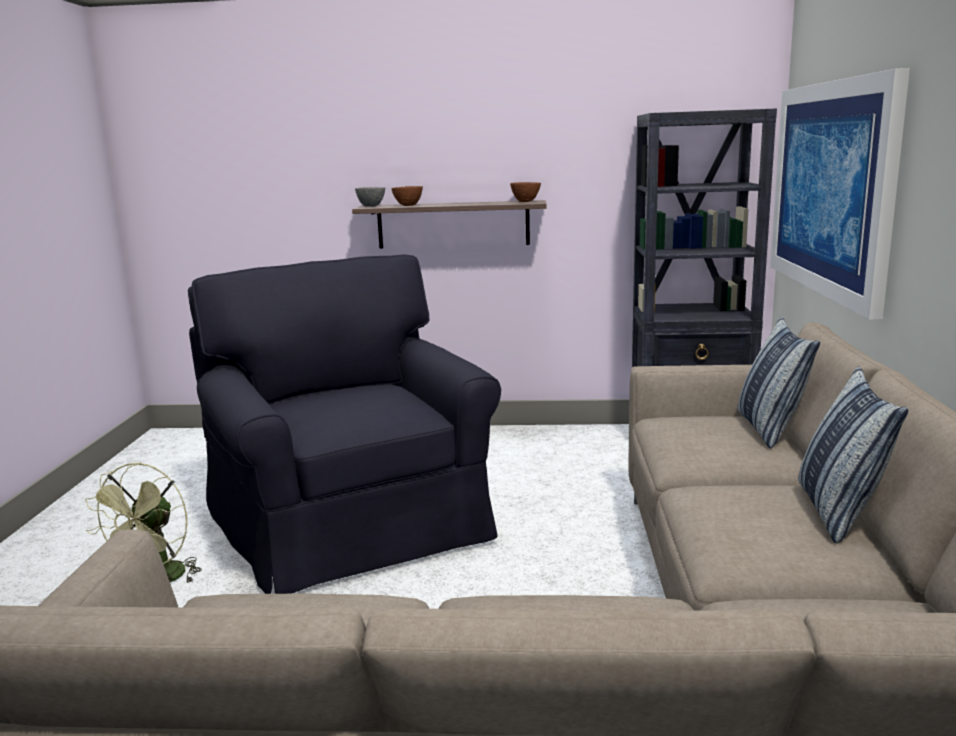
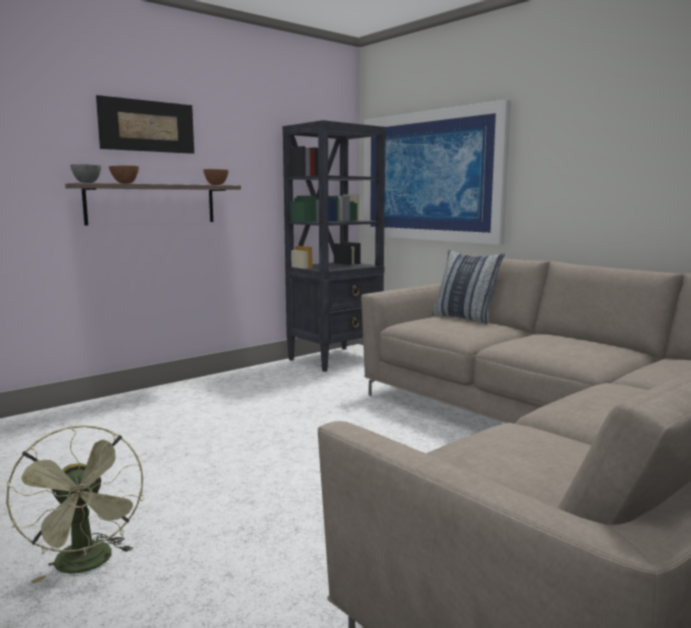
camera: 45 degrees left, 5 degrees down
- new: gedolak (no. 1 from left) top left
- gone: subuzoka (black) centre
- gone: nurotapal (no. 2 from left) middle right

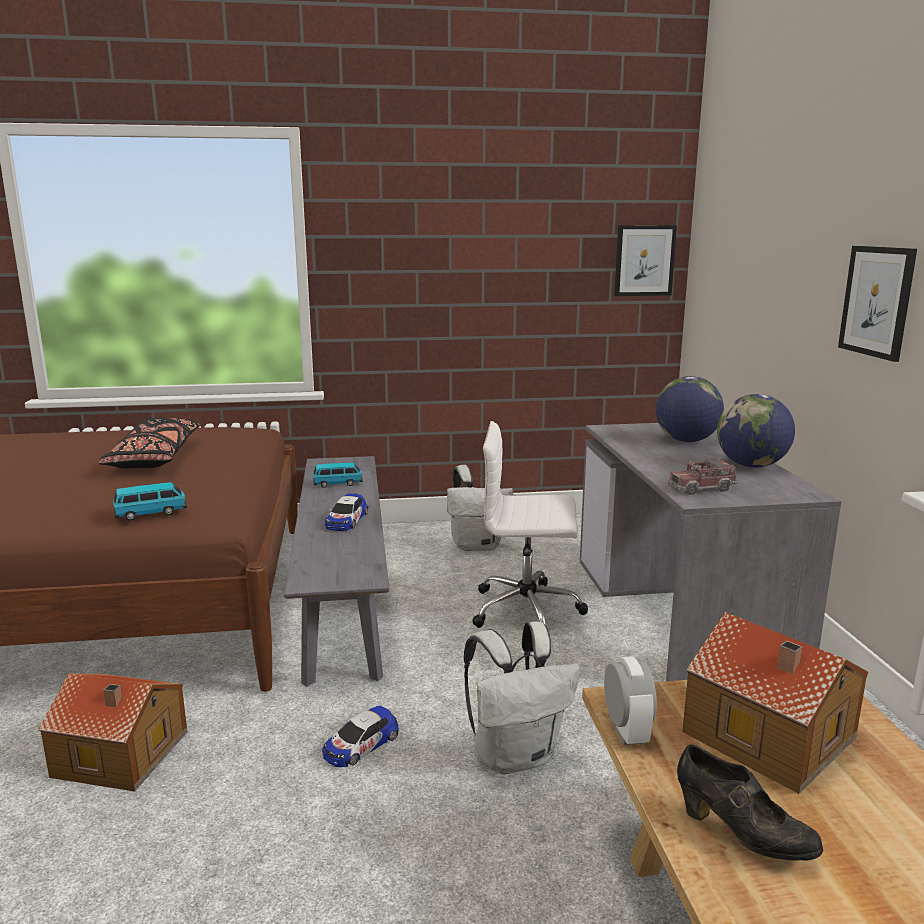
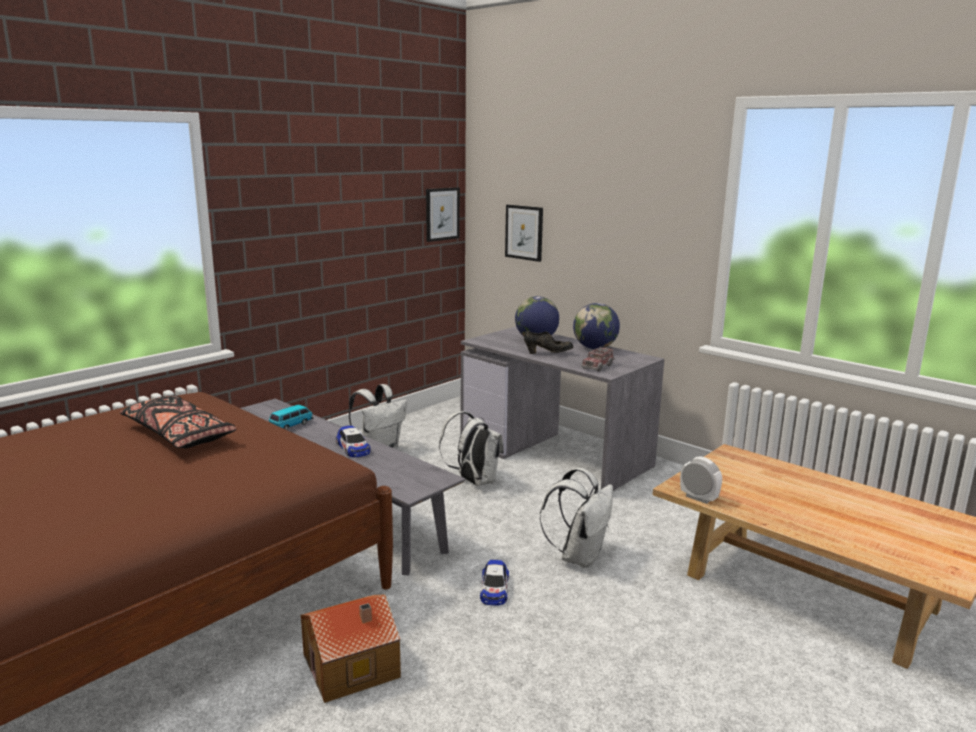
camera: 40 degrees left, 0 degrees up
- swapped: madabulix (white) centre to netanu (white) (no. 2 from left) centre
- shifted: gedolak (no. 2 from left) top right to top centre
- shifted: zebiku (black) bottom right to centre
- gone: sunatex (no. 1 from left) middle left
- gone: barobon (no. 2 from left) bottom right

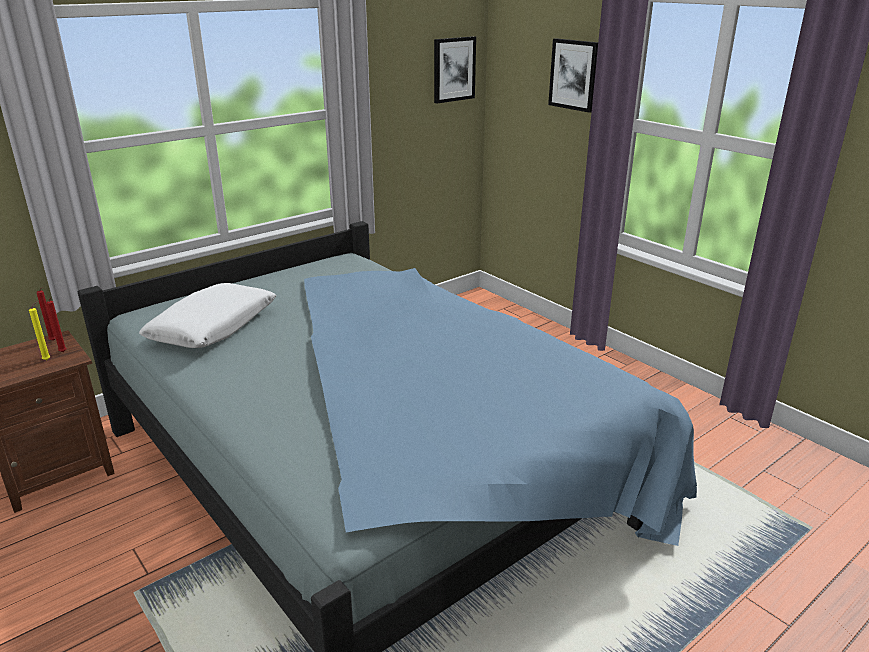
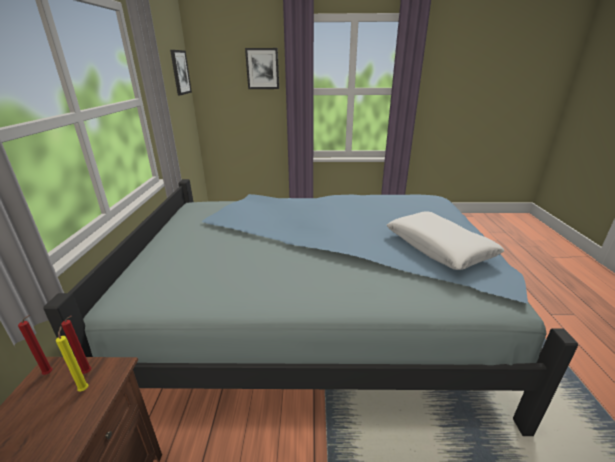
camera: 50 degrees left, 0 degrees up
- shifted: nurotapal (white) middle left to middle right

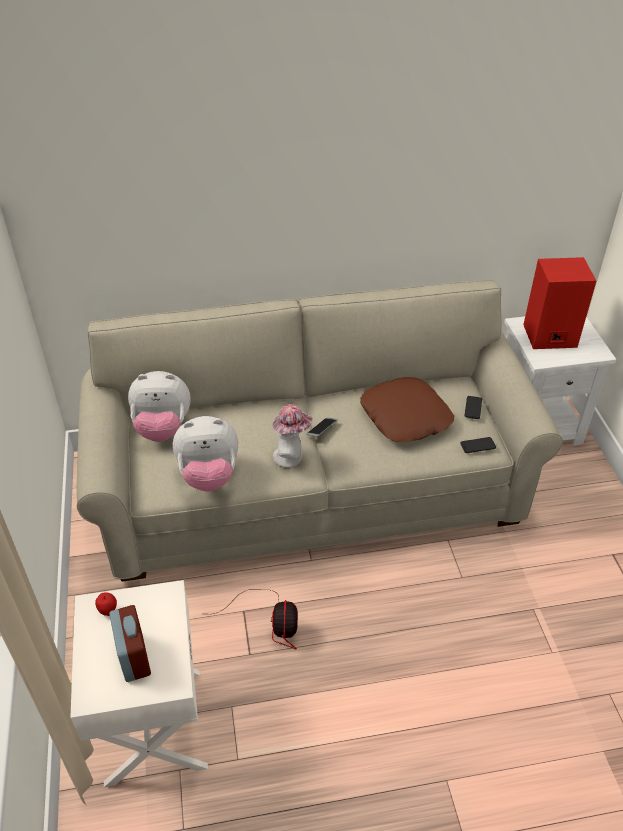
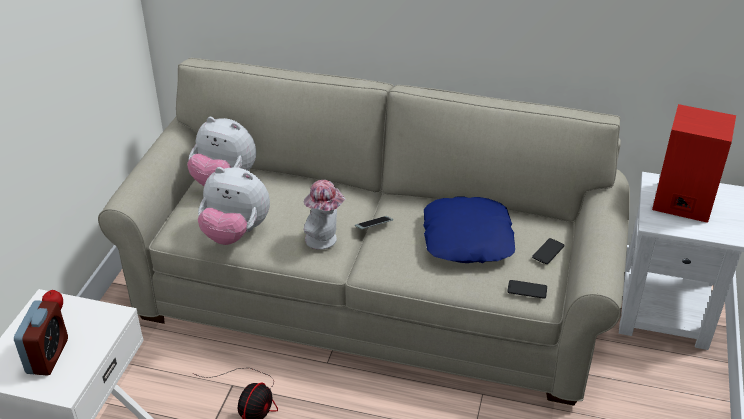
camera: 25 degrees right, 5 degrees down
- repainted: nurotapal (brown) centre to nurotapal (blue) centre

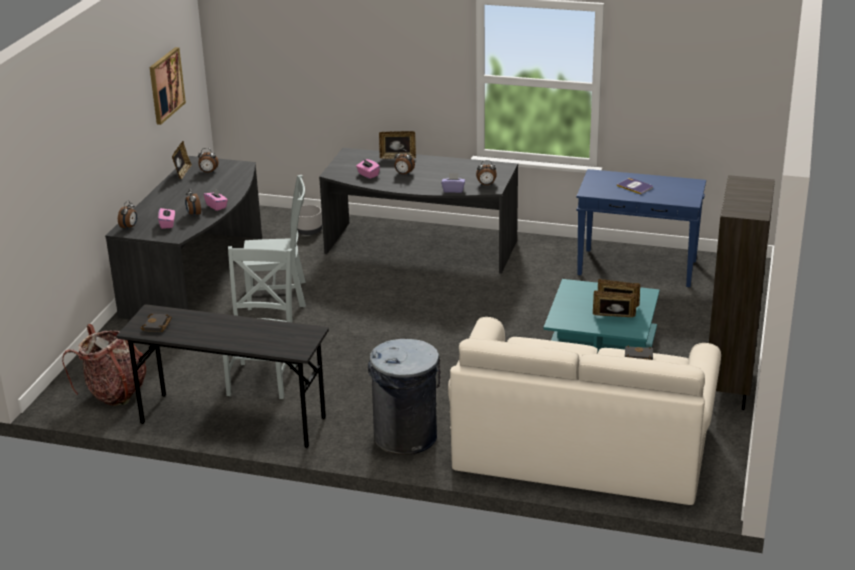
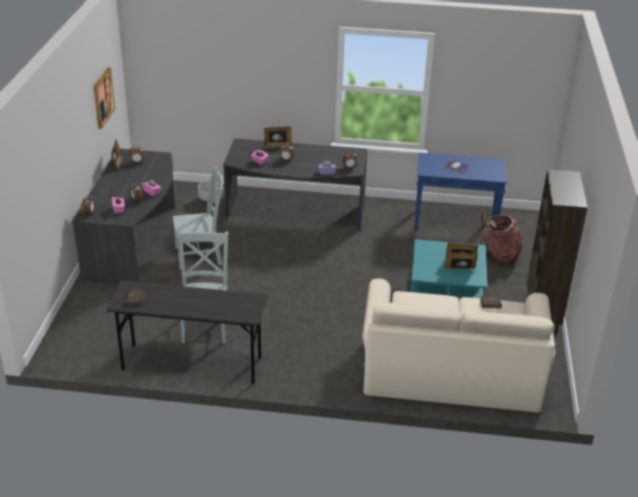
camera: 10 degrees left, 5 degrees up
- shifted: netanu middle left to middle right
- gone: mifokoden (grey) bottom centre

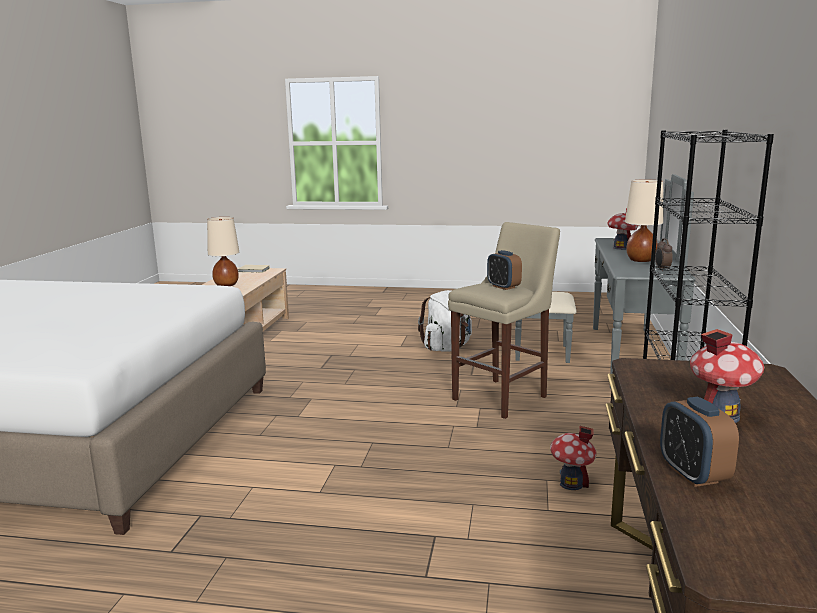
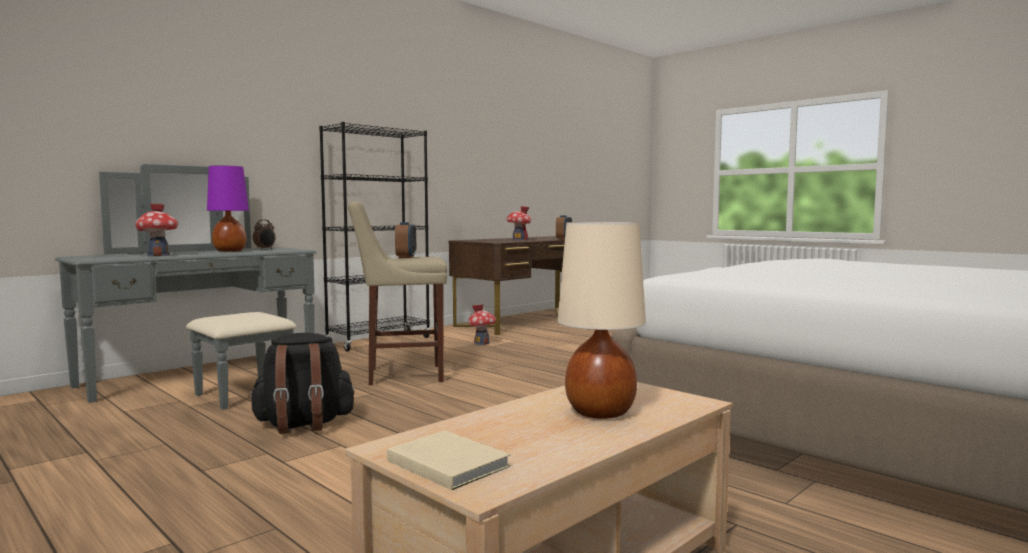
camera: 145 degrees left, 10 degrees down
- repainted: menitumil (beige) (no. 2 from left) middle right to menitumil (purple) middle left
- repainted: netanu (white) centre to netanu (black) bottom left

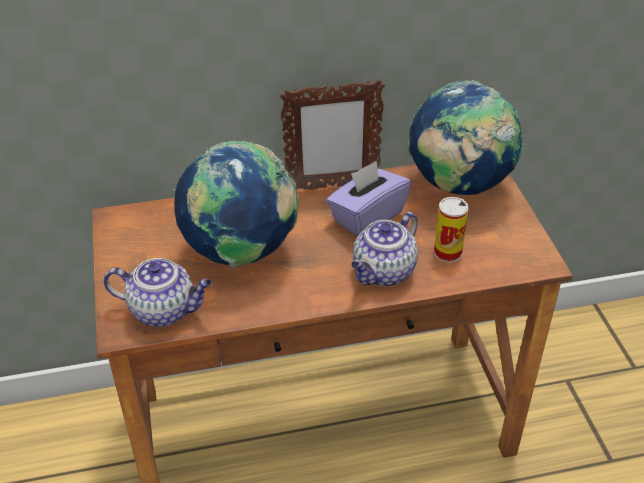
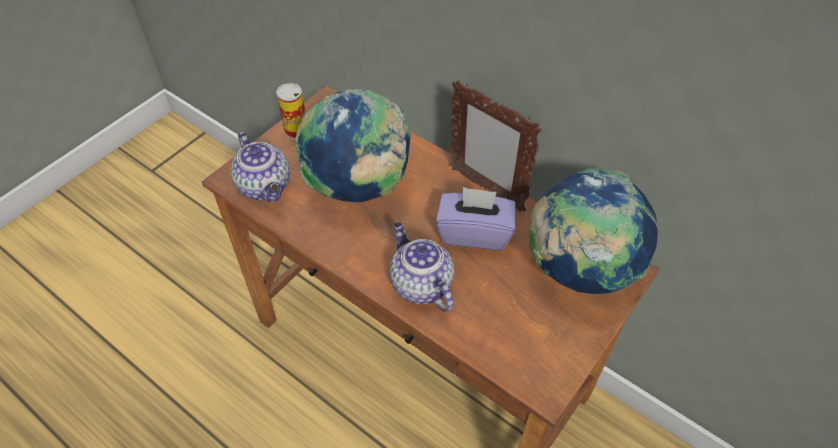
camera: 50 degrees right, 10 degrees up
- shifted: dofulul middle right to top centre
- rotated: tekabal (no. 2 from left) centre = centre 60 degrees clockwise

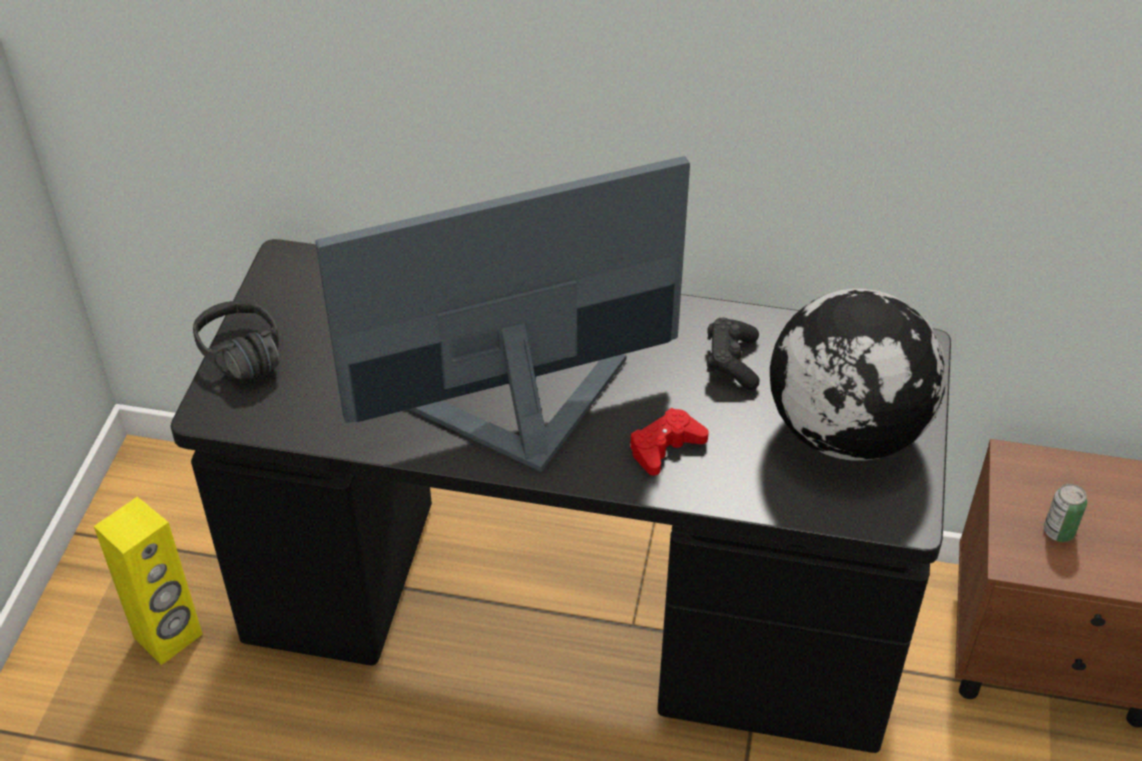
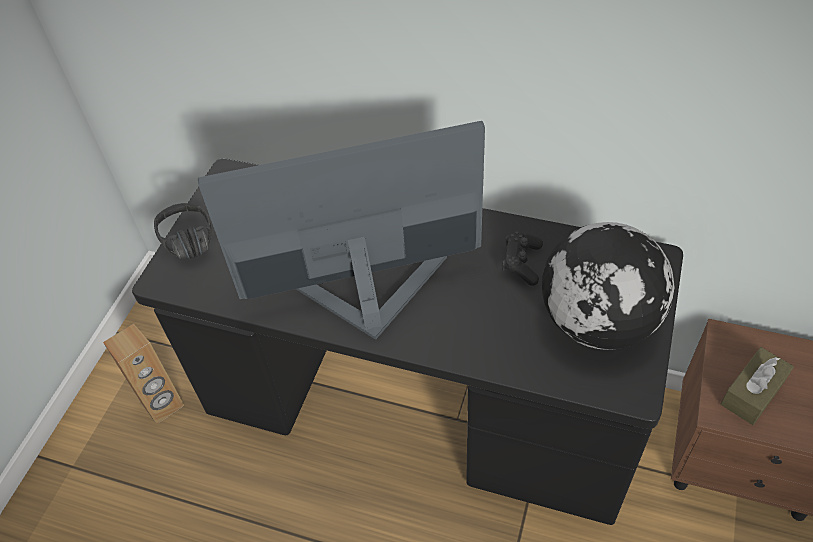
camera: 10 degrees right, 5 degrees up
- repainted: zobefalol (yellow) bottom left to zobefalol (brown) bottom left
- swapped: dofulul bottom right to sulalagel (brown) bottom right
- gone: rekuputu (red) centre

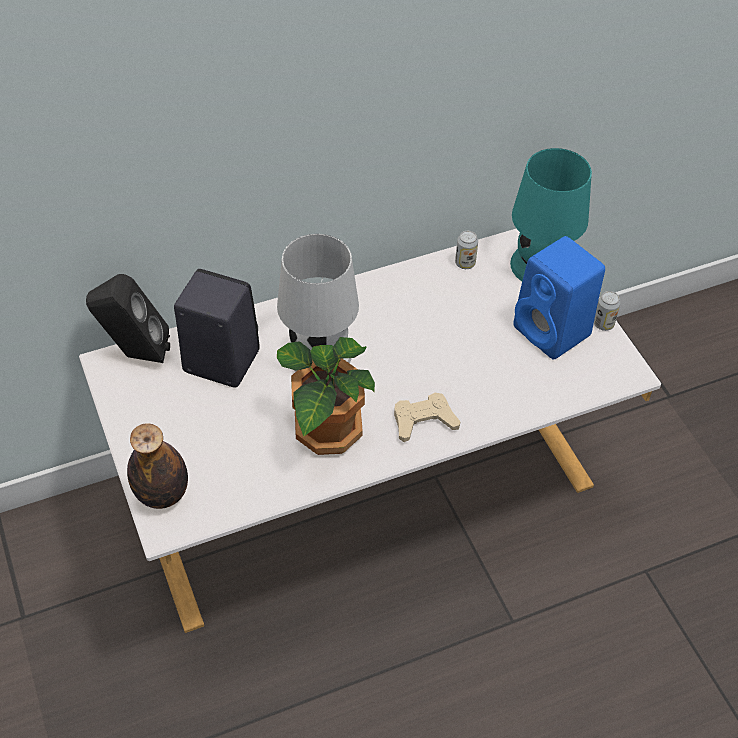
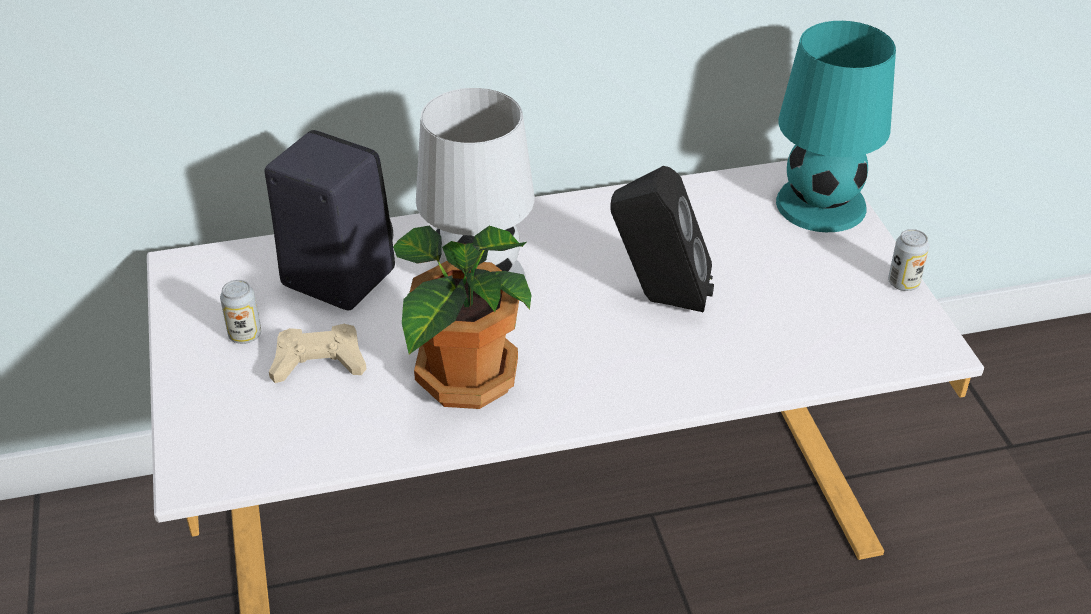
camera: 10 degrees right, 10 degrees down
- shifted: dofulul (no. 1 from left) centre to middle left
- shifted: rekuputu (beige) centre to middle left
- shifted: zobefalol (black) (no. 1 from left in the first image) middle left to zobefalol (black) (no. 2 from left) centre
- gone: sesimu middle left
- gone: zobefalol (blue) middle right

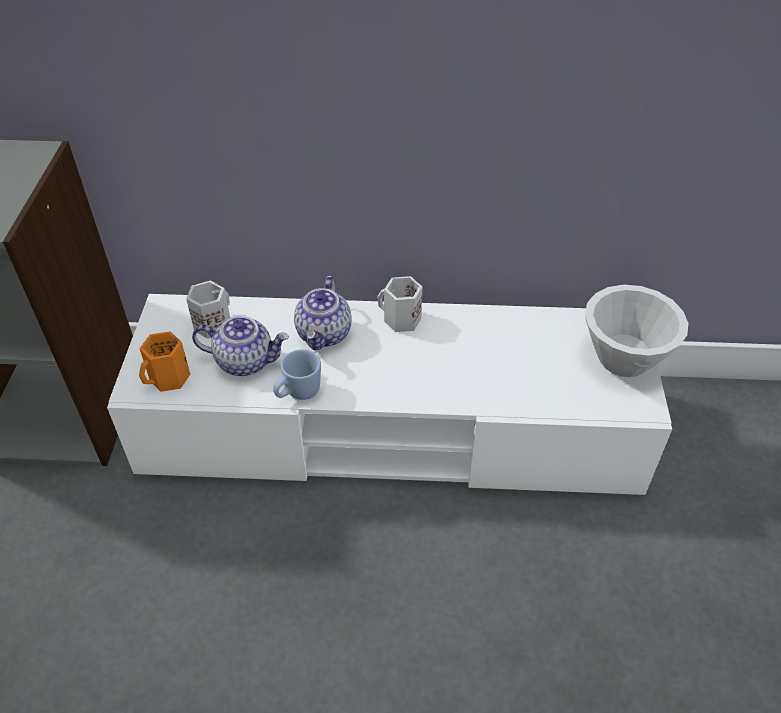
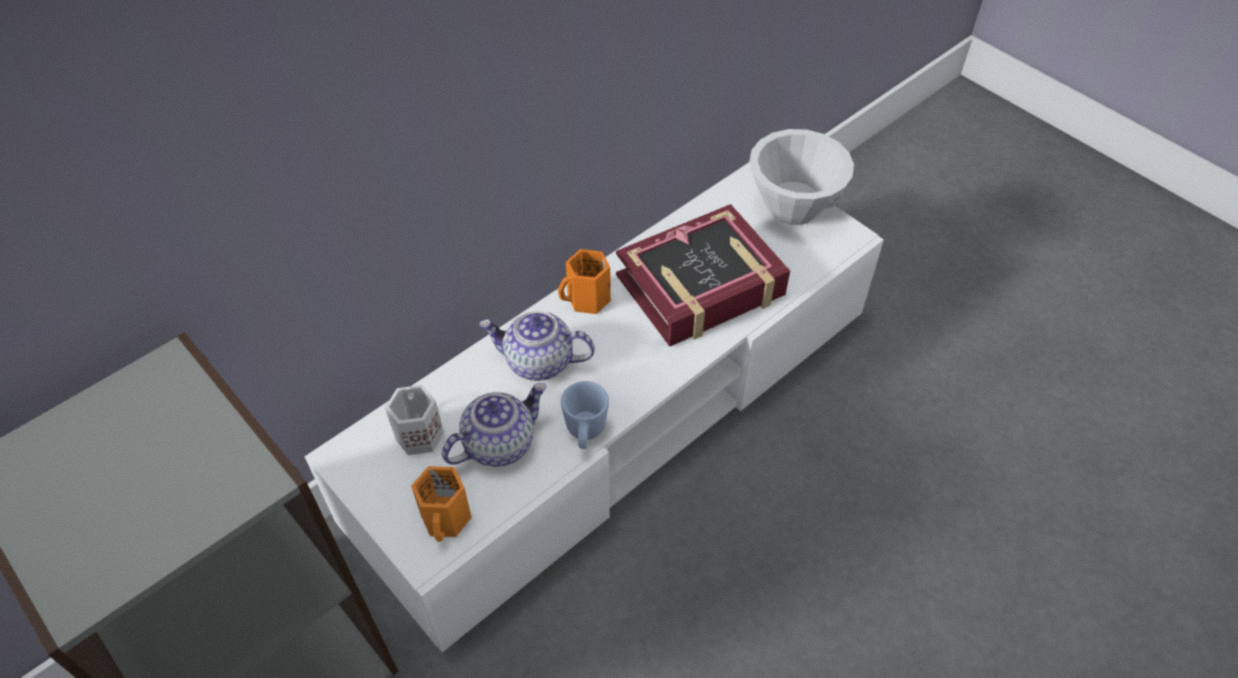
camera: 45 degrees left, 5 degrees up
- rotated: tekabal (no. 2 from left) centre = centre 135 degrees clockwise
- repainted: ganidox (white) (no. 2 from left) centre to ganidox (orange) (no. 2 from left) centre
- new: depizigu centre

